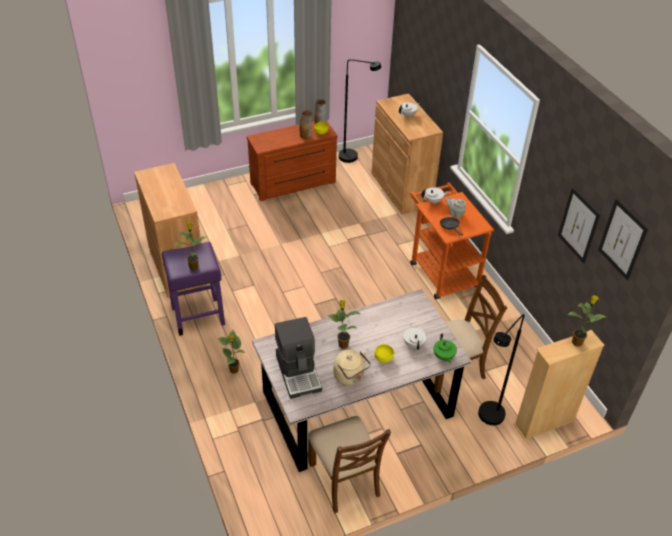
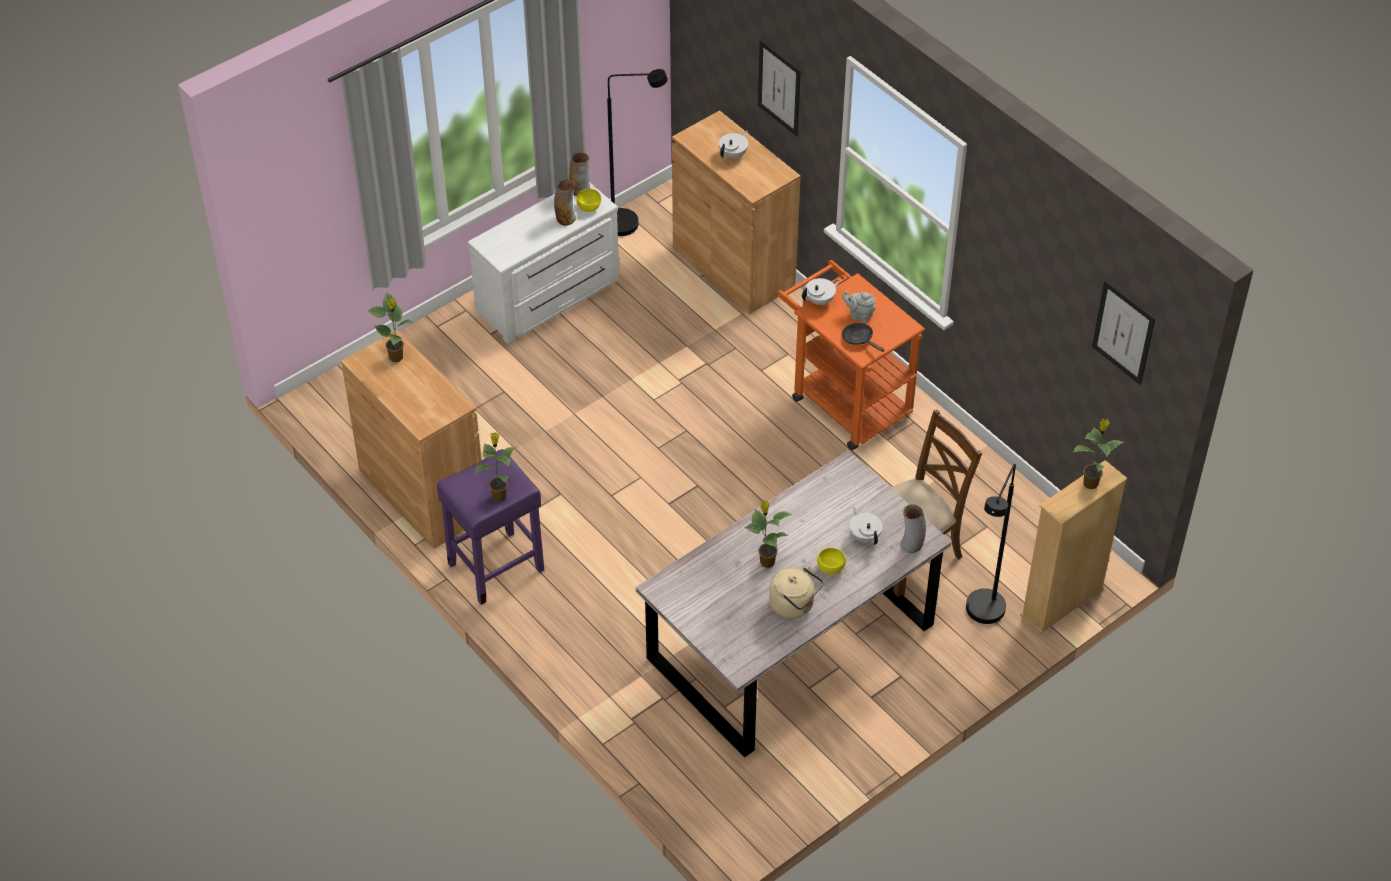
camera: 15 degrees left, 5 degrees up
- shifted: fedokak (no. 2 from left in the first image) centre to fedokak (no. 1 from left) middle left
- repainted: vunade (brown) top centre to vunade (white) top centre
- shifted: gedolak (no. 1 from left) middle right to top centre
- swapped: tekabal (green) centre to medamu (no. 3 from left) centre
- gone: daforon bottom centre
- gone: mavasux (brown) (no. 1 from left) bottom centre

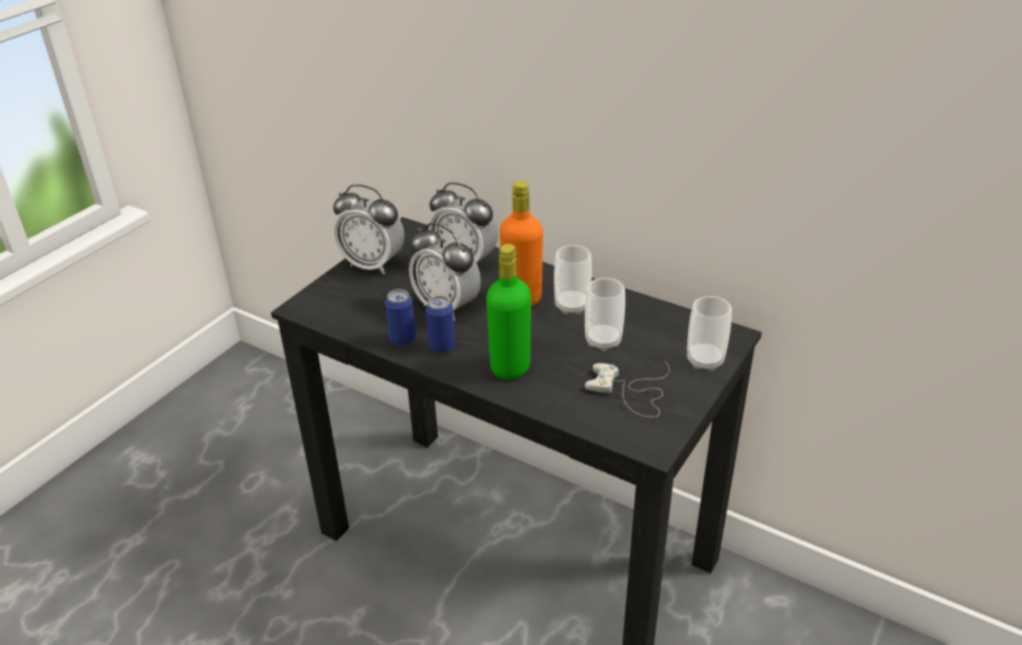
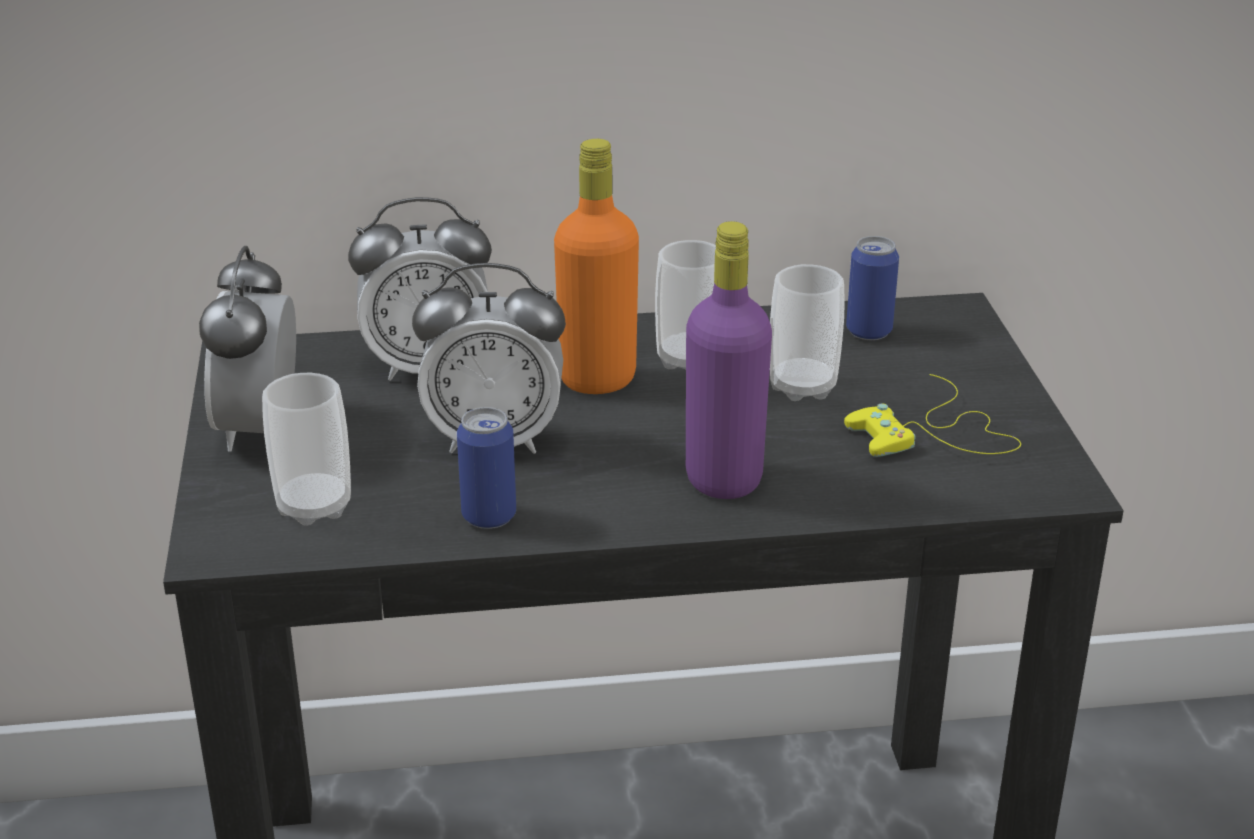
camera: 40 degrees left, 5 degrees down
- rotated: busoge (no. 1 from left) centre = middle left 105 degrees clockwise
- shifted: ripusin (no. 3 from left in the first image) middle right to ripusin (no. 1 from left) middle left
- repainted: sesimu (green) centre to sesimu (purple) centre
- repainted: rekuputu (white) centre to rekuputu (yellow) middle right
- shifted: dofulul (no. 2 from left) centre to middle right

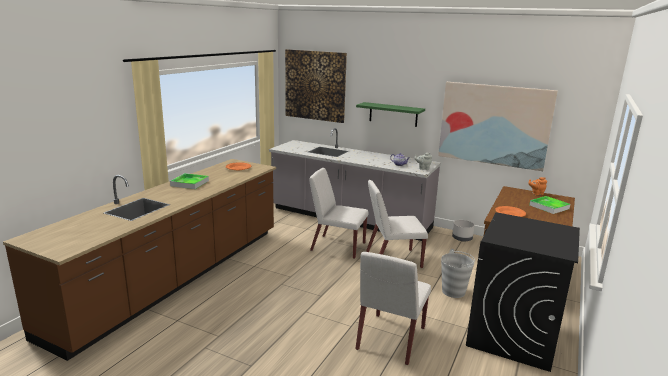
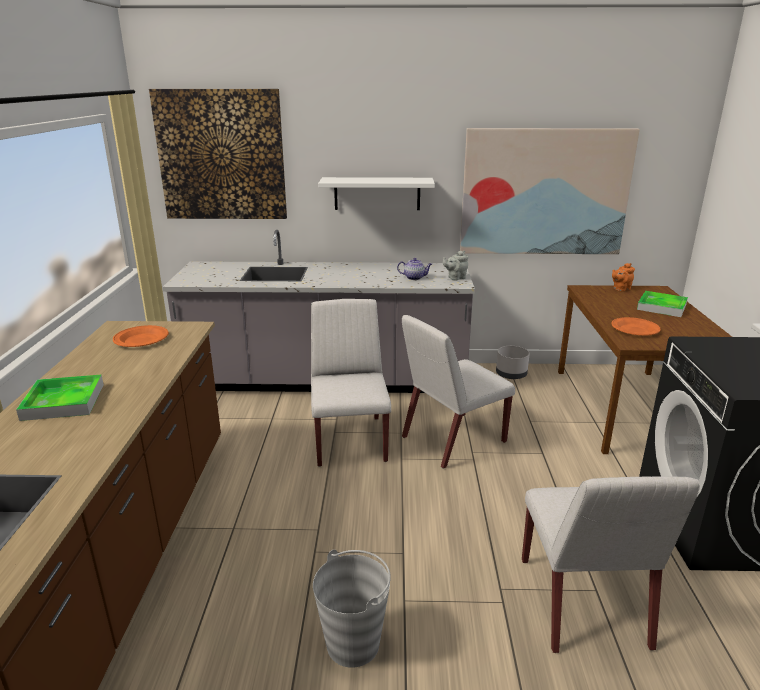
camera: 25 degrees left, 5 degrees up
- rotated: mavasux (white) (no. 1 from left) centre = centre 90 degrees clockwise
- shifted: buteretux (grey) bottom right to bottom centre
- repainted: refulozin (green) top centre to refulozin (white) top centre

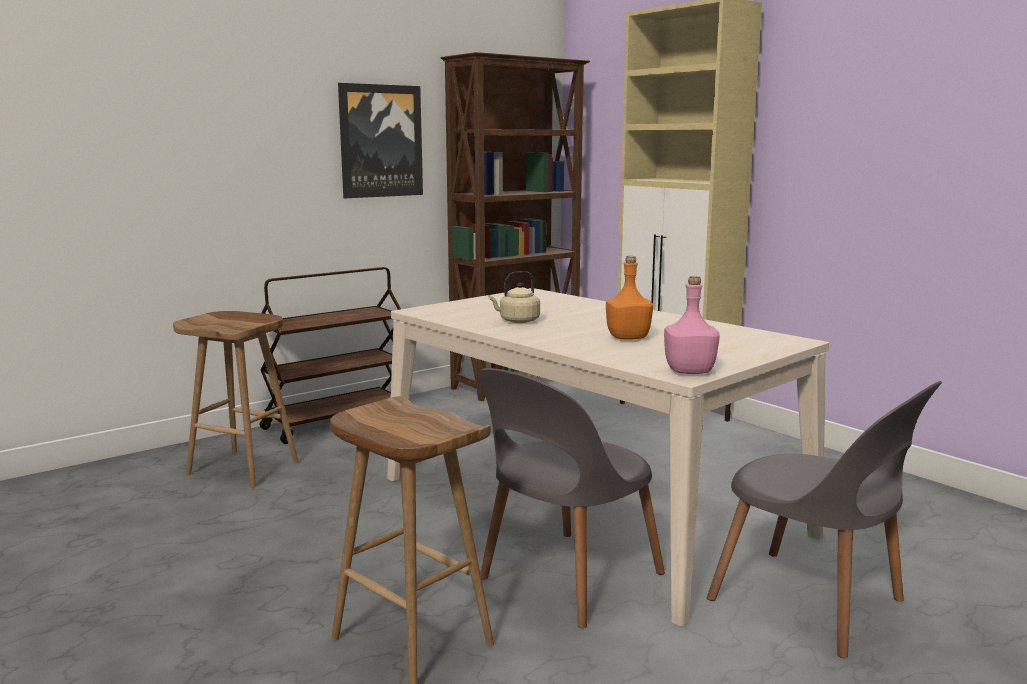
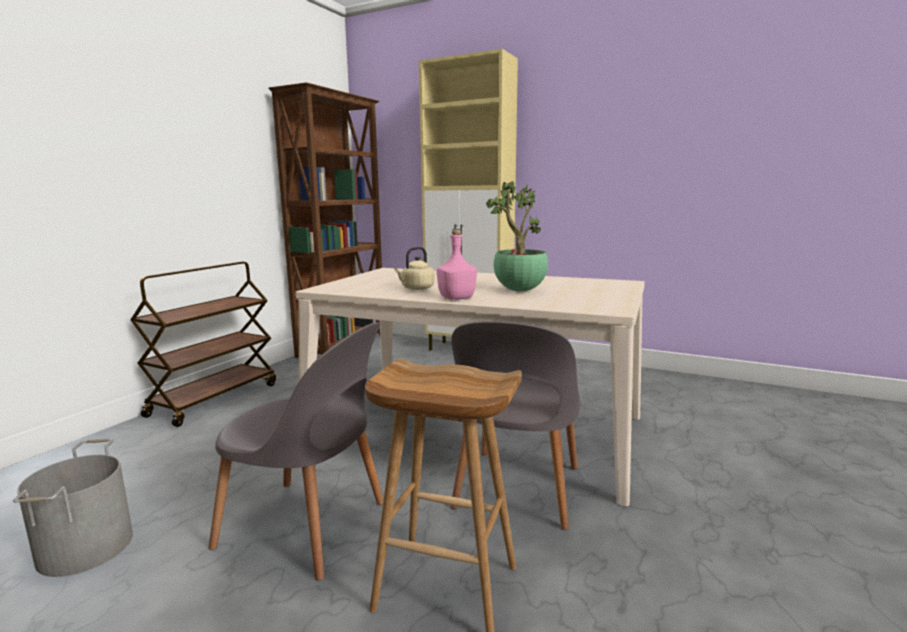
camera: 25 degrees left, 0 degrees up
- new: buteretux (grey) bottom left
- shifted: mavasux (grey) (no. 2 from left in the first image) bottom right to mavasux (grey) (no. 1 from left) bottom left
- shifted: sesimu (pink) middle right to centre
- swapped: sesimu (orange) centre to fedokak centre
- gone: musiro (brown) (no. 1 from left) middle left
- gone: gedolak top centre

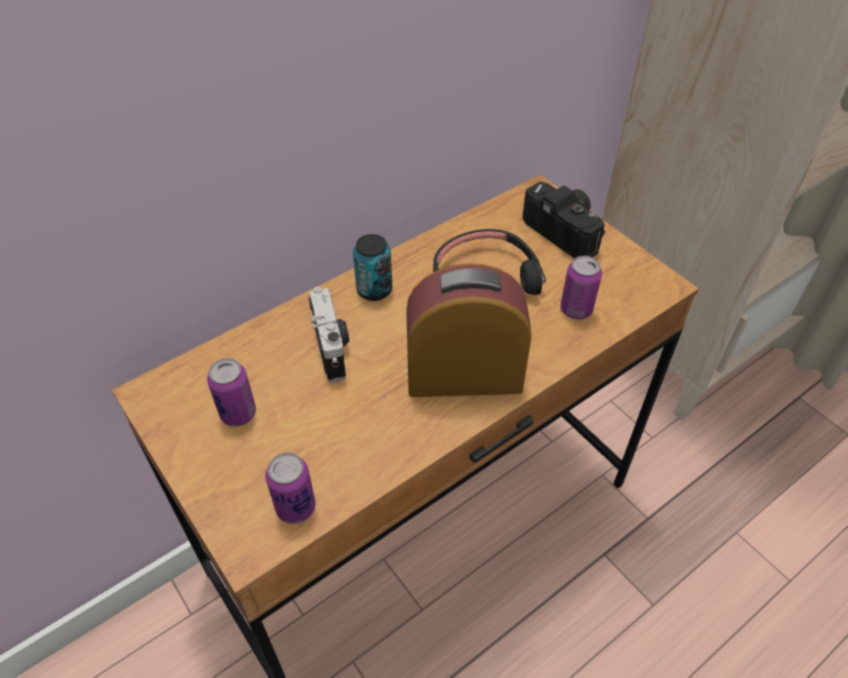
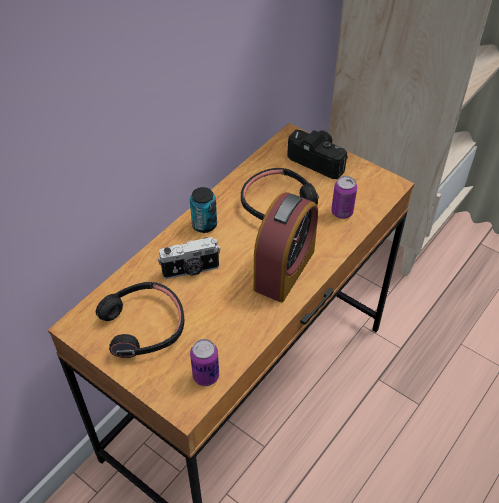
camera: 15 degrees left, 0 degrees up
- swapped: dofulul (no. 1 from left) middle left to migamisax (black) (no. 1 from left) middle left
- rotated: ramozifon (no. 1 from left) centre = centre 105 degrees clockwise
- rotated: busoge centre = centre 135 degrees clockwise

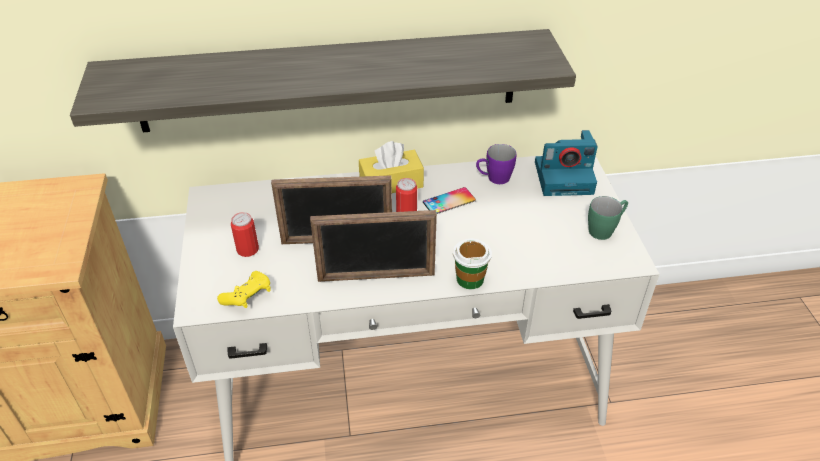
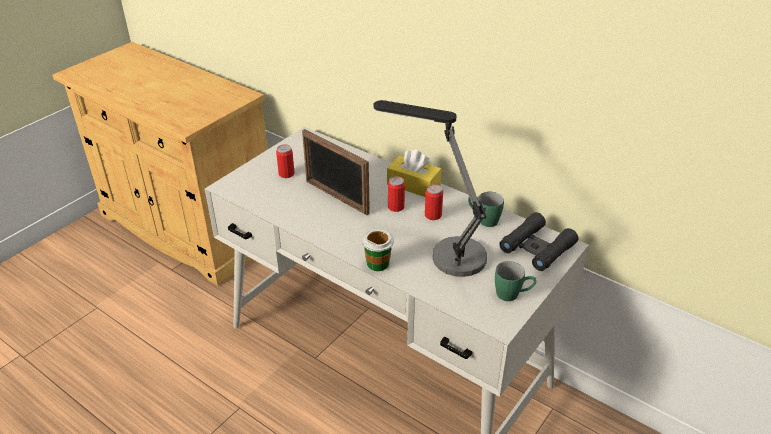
camera: 45 degrees right, 5 degrees down
- new: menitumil centre
- swapped: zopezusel centre to dofulul (no. 3 from left) centre
- repainted: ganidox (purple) centre to ganidox (green) (no. 1 from left) centre
- swapped: ramozifon middle right to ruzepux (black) middle right
- gone: refulozin top centre
- gone: rekuputu (yellow) middle left
- gone: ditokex (no. 2 from left) centre

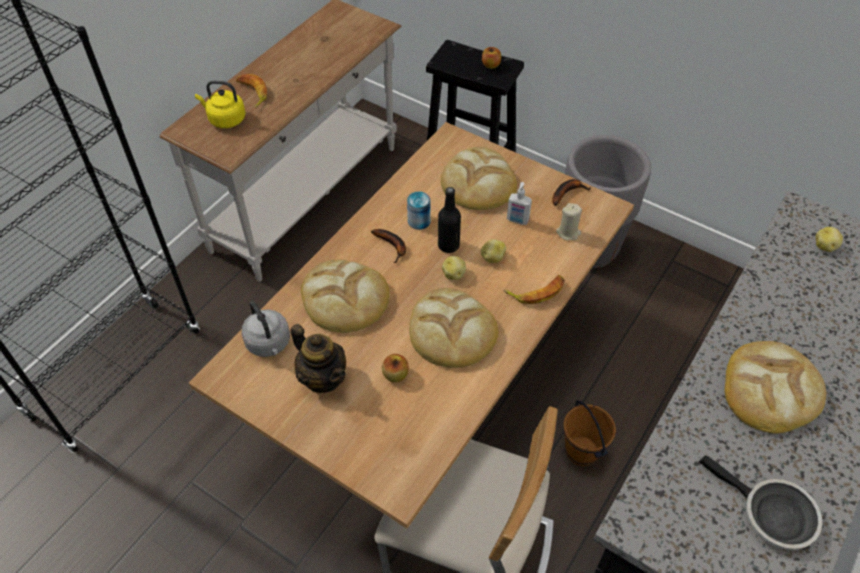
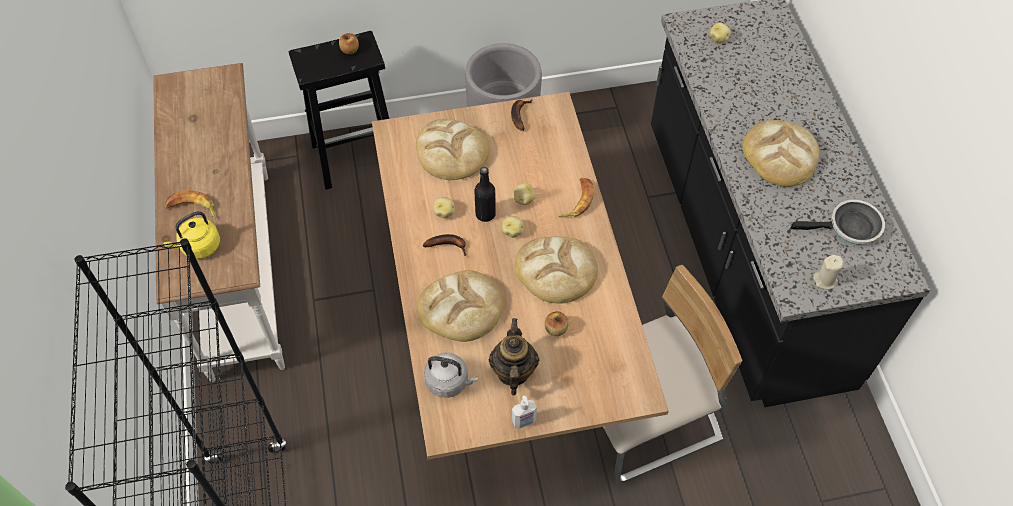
camera: 45 degrees left, 5 degrees up
- swapped: dofulul centre to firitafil (no. 1 from left) centre
- rotated: tekabal centre = bottom centre 90 degrees counterclockwise
- shifted: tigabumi centre to bottom centre
- shifted: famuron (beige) centre to middle right
- gone: buteretux (brown) bottom right

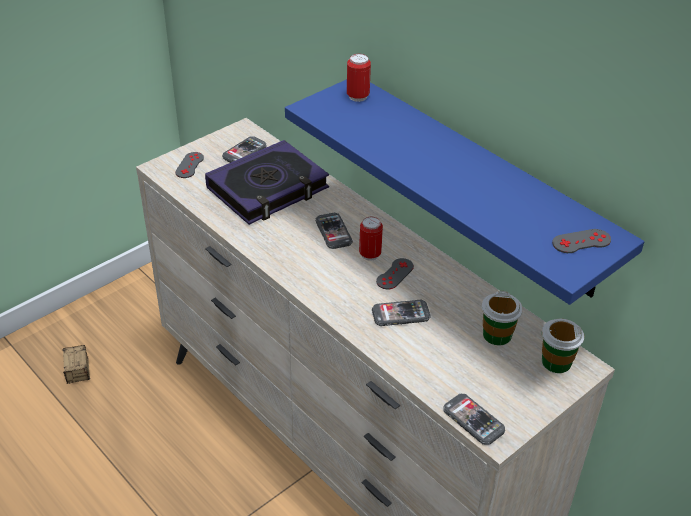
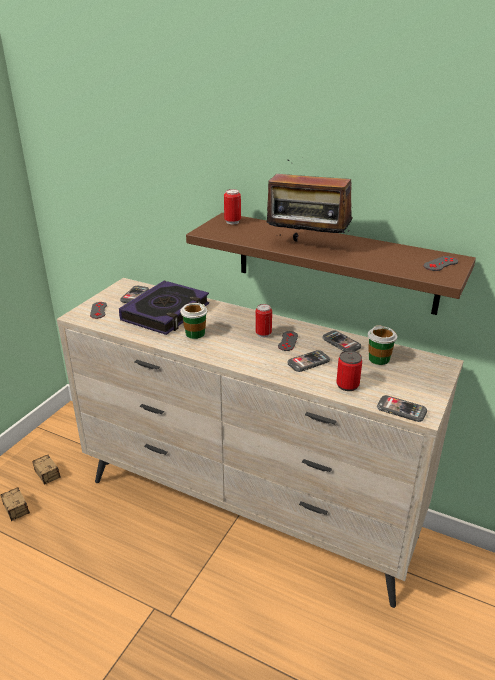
camera: 20 degrees left, 10 degrees down
- new: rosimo (no. 2 from left) bottom left
- shifted: ripusin (no. 2 from left in the first image) bottom right to ripusin (no. 1 from left) centre
- repainted: refulozin (blue) middle right to refulozin (brown) middle right
- new: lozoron top centre
- shifted: zopezusel (no. 2 from left in the first image) centre to zopezusel (no. 3 from left) middle right
- new: dofulul (no. 3 from left) middle right

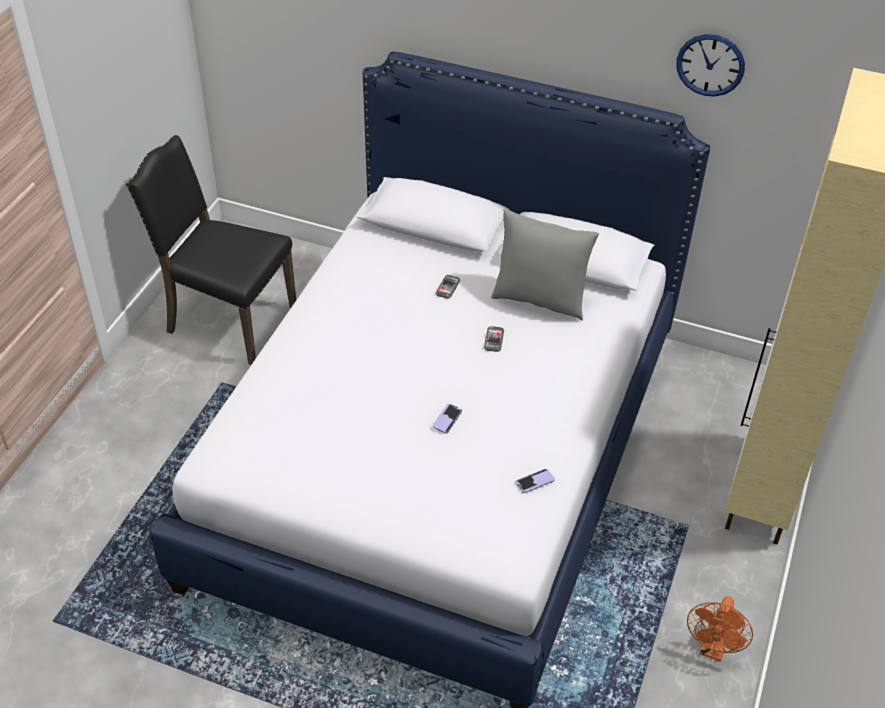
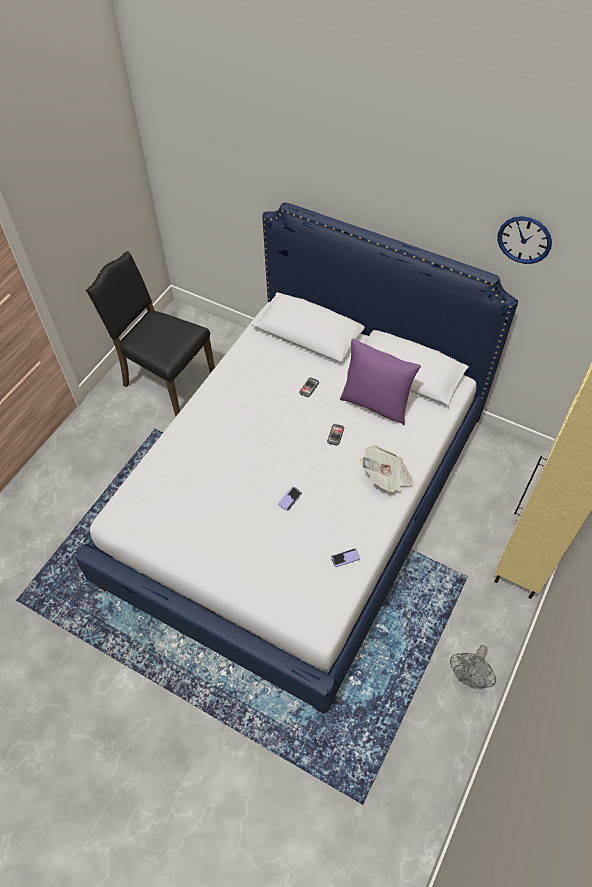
camera: 10 degrees right, 10 degrees up
- repainted: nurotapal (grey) centre to nurotapal (purple) centre
- new: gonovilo centre
- repainted: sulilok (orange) bottom right to sulilok (grey) bottom right

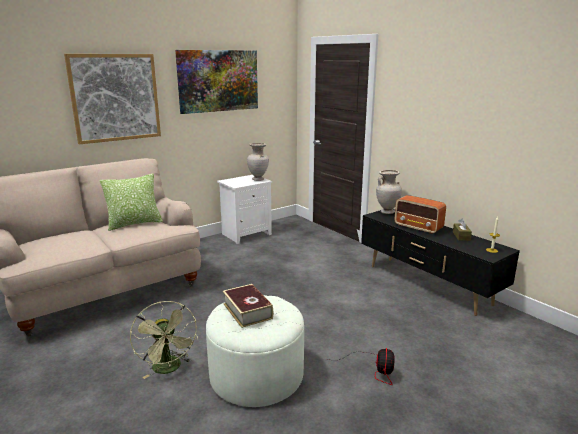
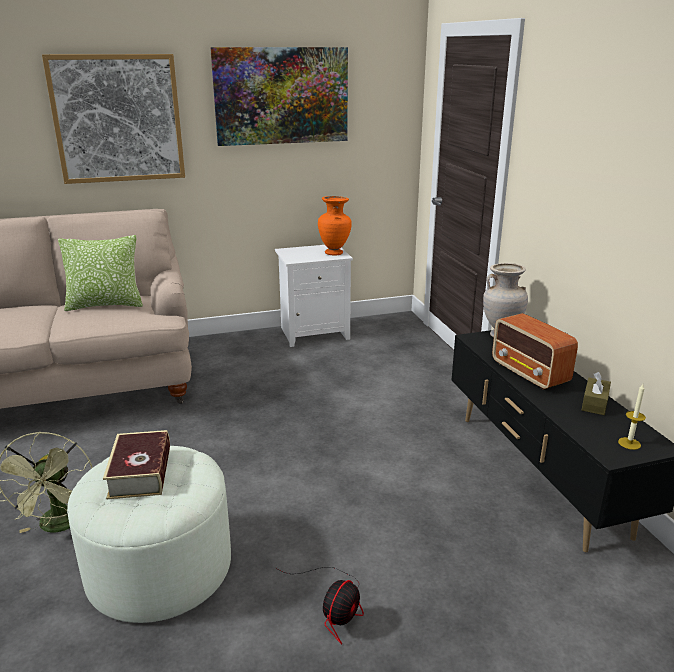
camera: 20 degrees right, 5 degrees up
- repainted: medamu (beige) (no. 1 from left) centre to medamu (orange) centre

